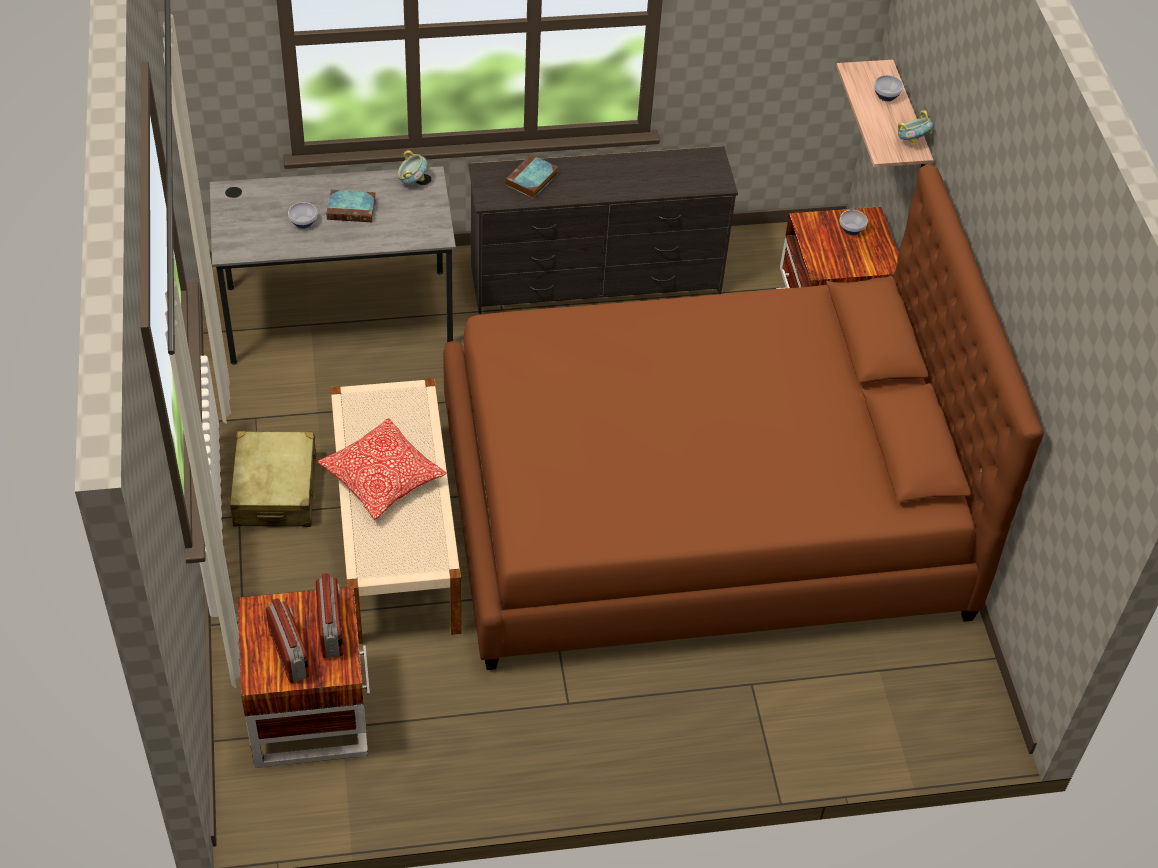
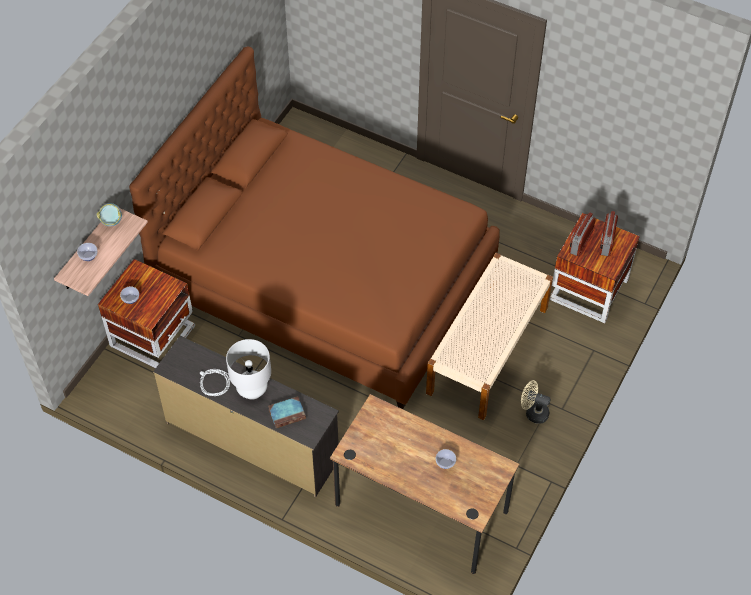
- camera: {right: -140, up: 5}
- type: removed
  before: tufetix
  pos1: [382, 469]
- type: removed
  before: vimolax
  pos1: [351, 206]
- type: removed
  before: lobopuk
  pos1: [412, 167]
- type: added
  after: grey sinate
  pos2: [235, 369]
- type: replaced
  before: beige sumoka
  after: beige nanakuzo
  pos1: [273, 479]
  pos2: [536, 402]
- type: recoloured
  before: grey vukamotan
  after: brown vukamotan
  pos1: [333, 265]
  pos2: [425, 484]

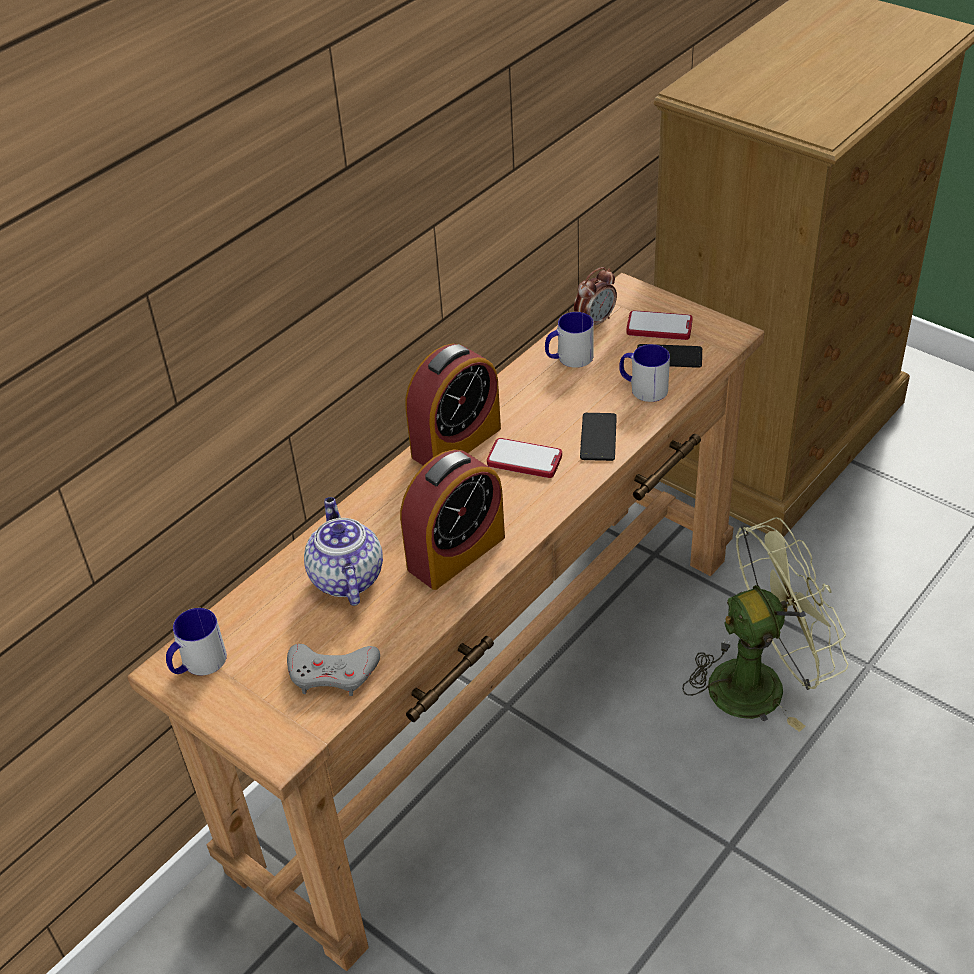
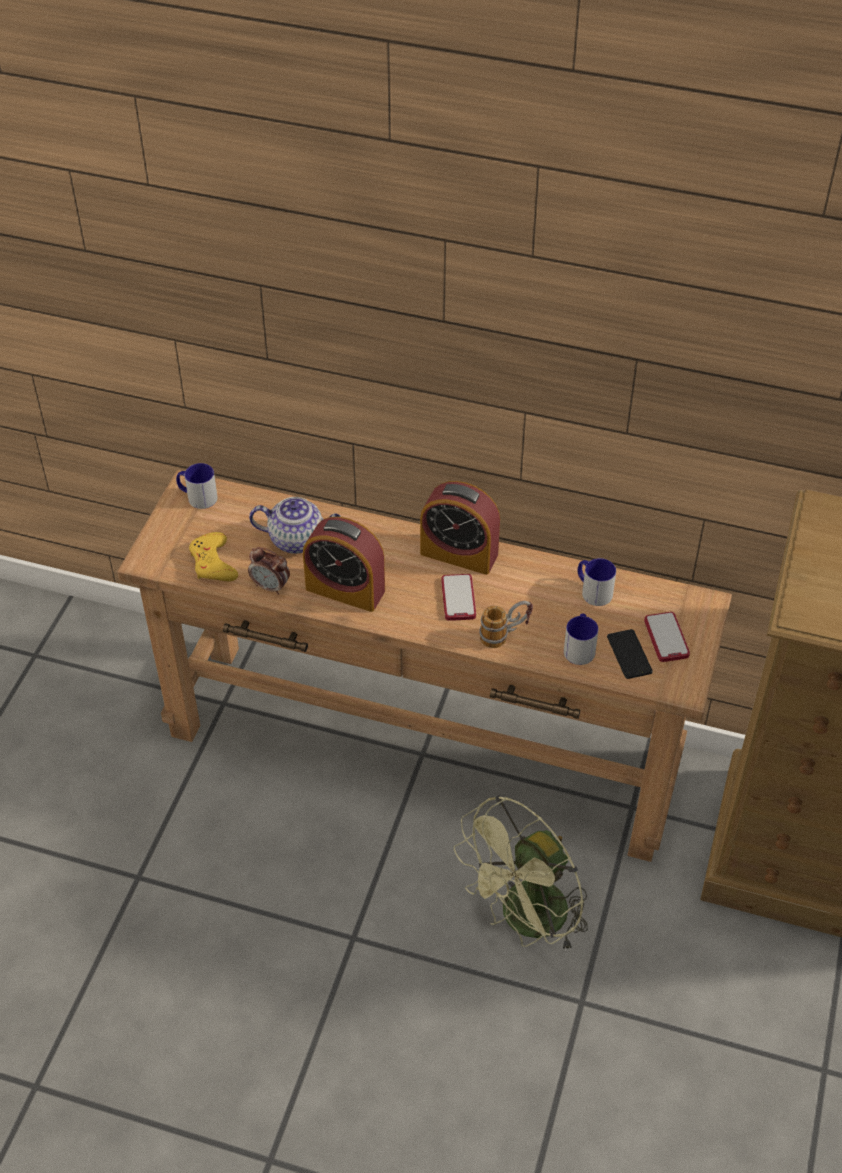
- camera: {right: 65, up: 5}
- type: moved
  before: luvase
  pos1: [595, 296]
  pos2: [269, 571]
- type: replaced
  before: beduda
  after: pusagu
  pos1: [598, 437]
  pos2: [506, 624]
- type: recoloured
  before: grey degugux
  after: yellow degugux
  pos1: [333, 670]
  pos2: [213, 556]
- type: turned
  before: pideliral
  pos1: [343, 551]
  pos2: [295, 525]
  turn: 45
- type: turned
  before: green nanakuzo
  pos1: [765, 624]
  pos2: [521, 874]
  turn: 90

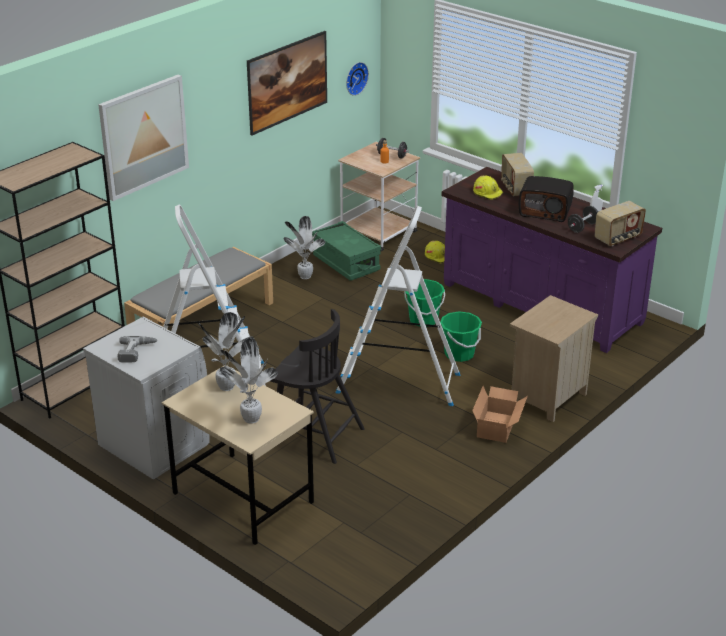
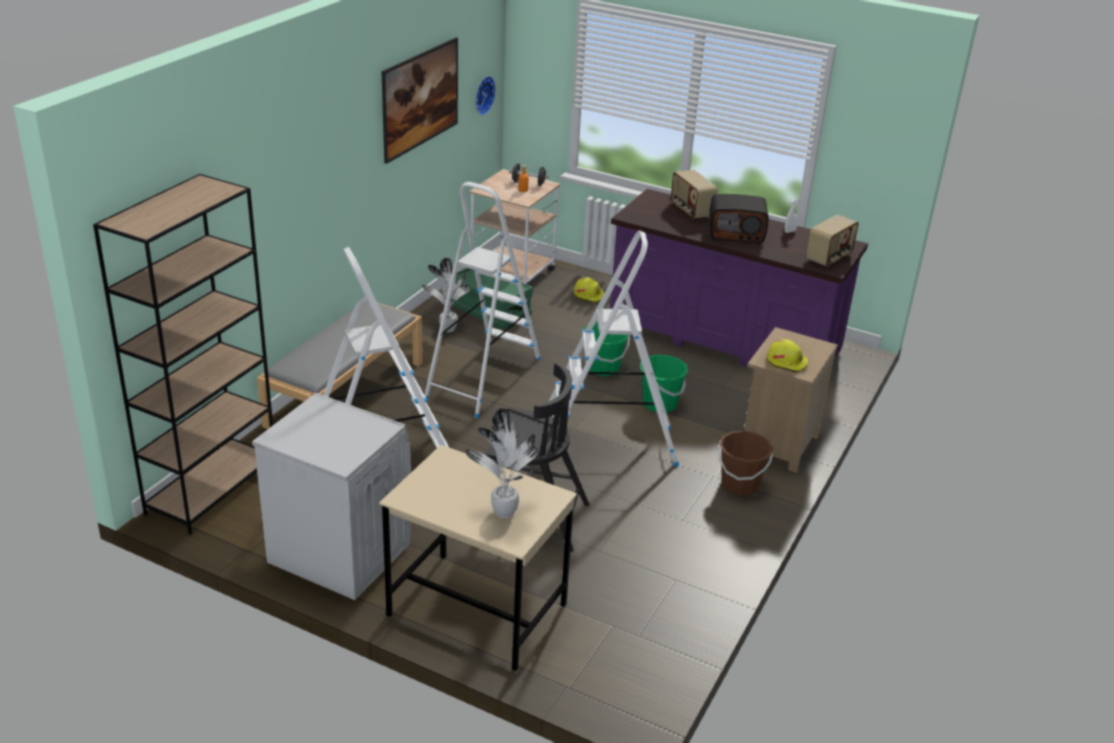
- camera: {right: -15, up: 0}
- type: removed
  before: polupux
  pos1: [143, 138]
- type: removed
  before: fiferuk
  pos1: [137, 349]
- type: removed
  before: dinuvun
  pos1: [226, 351]
- type: removed
  before: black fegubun
  pos1: [583, 219]
- type: added
  after: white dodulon
  pos2: [482, 300]
- type: moved
  before: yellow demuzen
  pos1: [488, 188]
  pos2: [787, 356]
- type: replaced
  before: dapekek
  after: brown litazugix
  pos1: [500, 414]
  pos2: [745, 463]

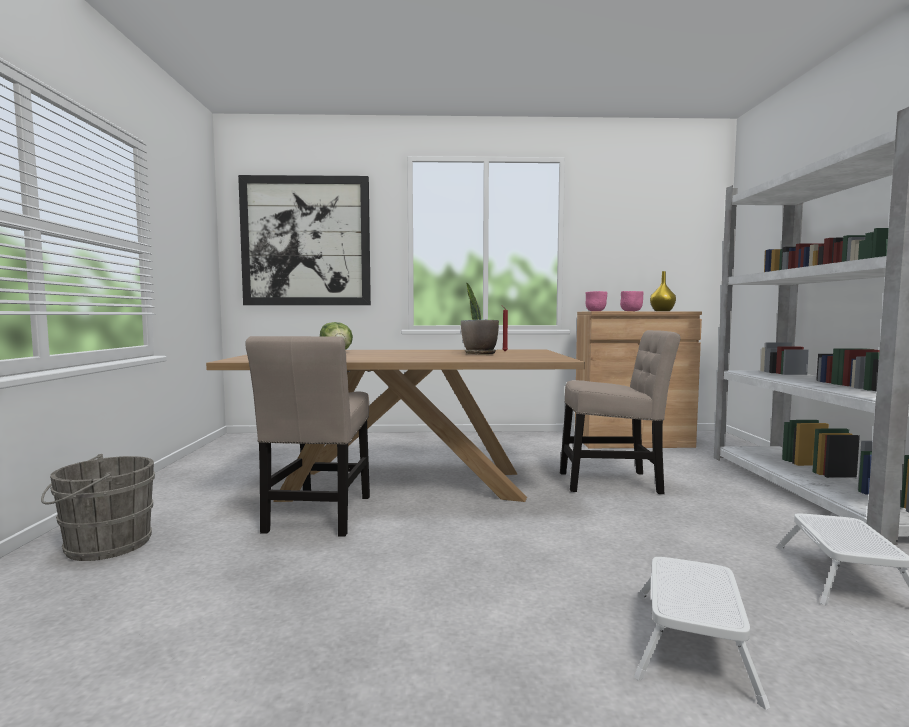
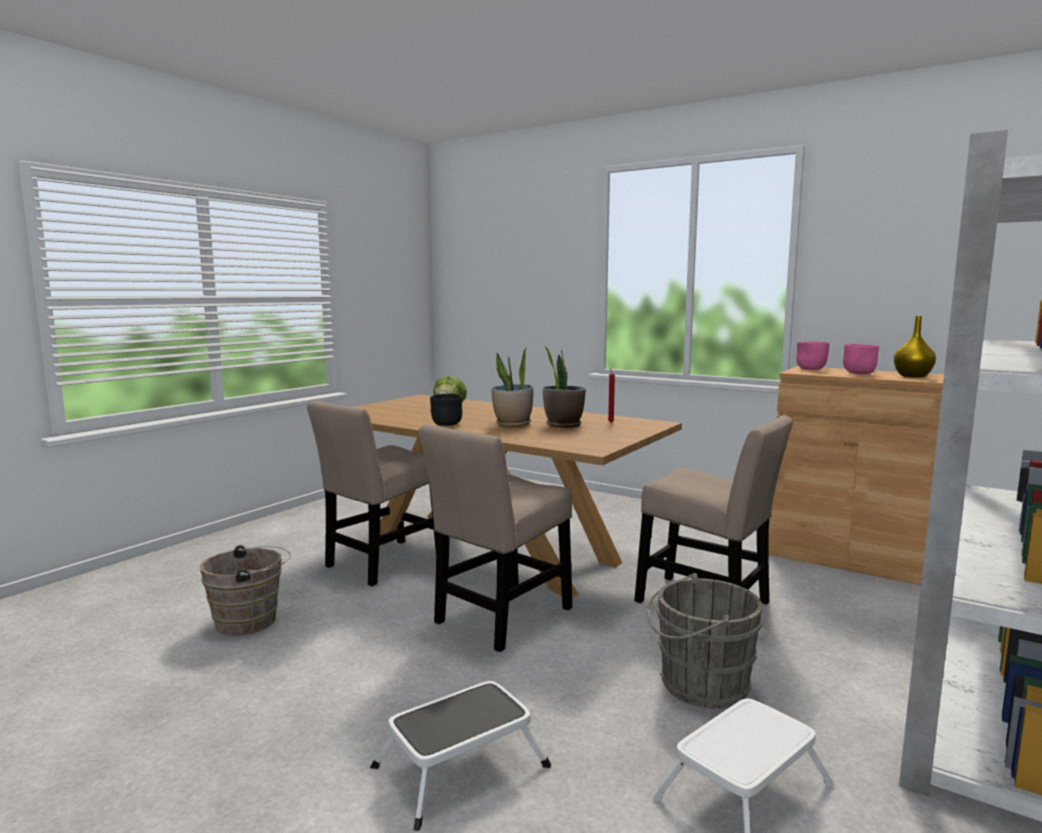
- camera: {right: 35, up: 5}
- type: removed
  before: polupux
  pos1: [304, 240]
- type: added
  after: brown litazugix
  pos2: [245, 590]
- type: added
  after: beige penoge
  pos2: [495, 538]
- type: added
  after: black lobopuk
  pos2: [446, 409]
- type: added
  after: dinuvun
  pos2: [512, 387]
- type: moved
  before: grey litazugix
  pos1: [98, 507]
  pos2: [705, 641]
- type: recoloured
  before: white dodulon
  after: black dodulon
  pos1: [702, 633]
  pos2: [460, 756]

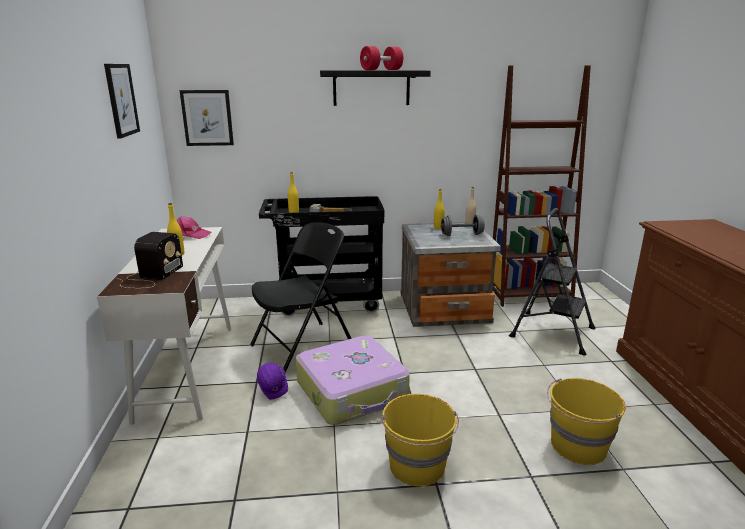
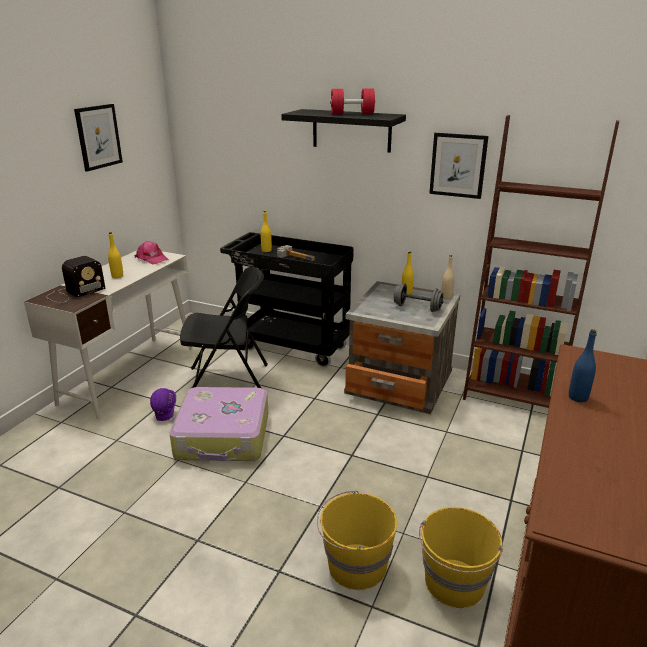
- camera: {right: 30, up: 5}
- type: removed
  before: black dodulon
  pos1: [552, 282]
- type: added
  after: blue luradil
  pos2: [583, 365]
- type: moved
  before: polupux
  pos1: [207, 118]
  pos2: [459, 166]
- type: moved
  before: yellow litazugix
  pos1: [420, 440]
  pos2: [461, 557]

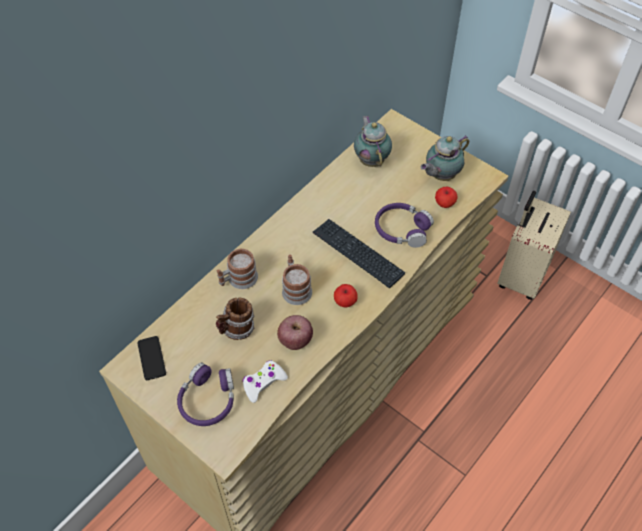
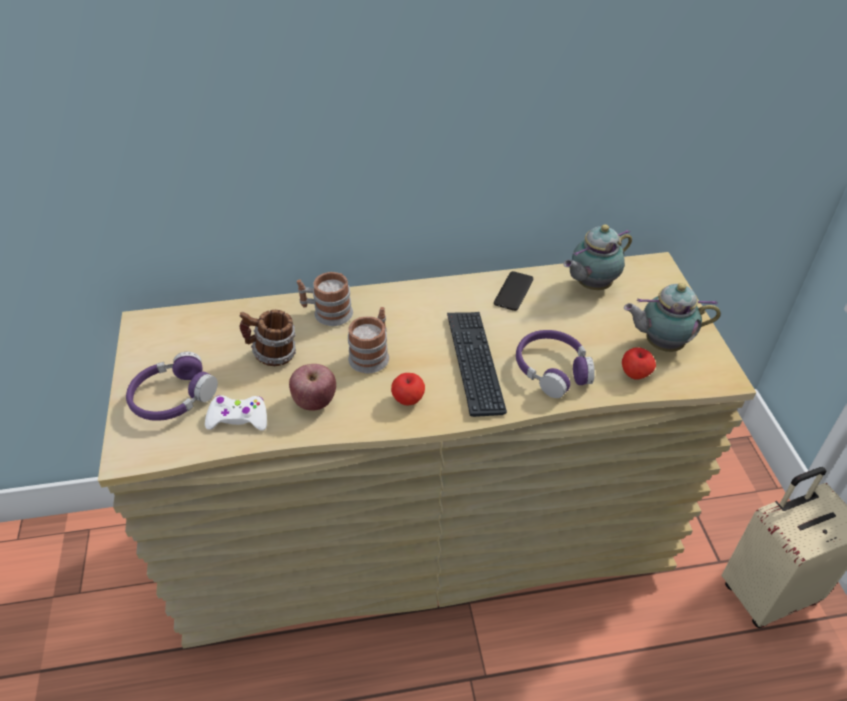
- camera: {right: 40, up: -10}
- type: moved
  before: beduda
  pos1: [152, 358]
  pos2: [513, 291]
- type: turned
  before: pideliral
  pos1: [373, 141]
  pos2: [597, 257]
  turn: -150

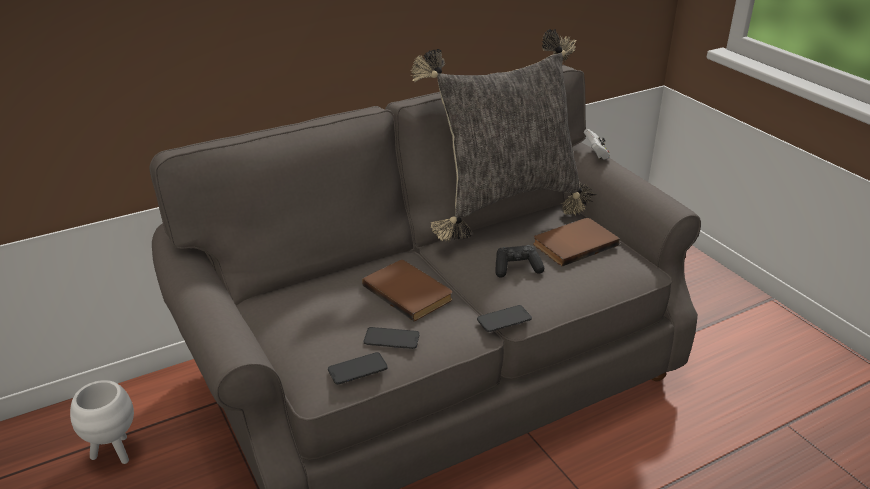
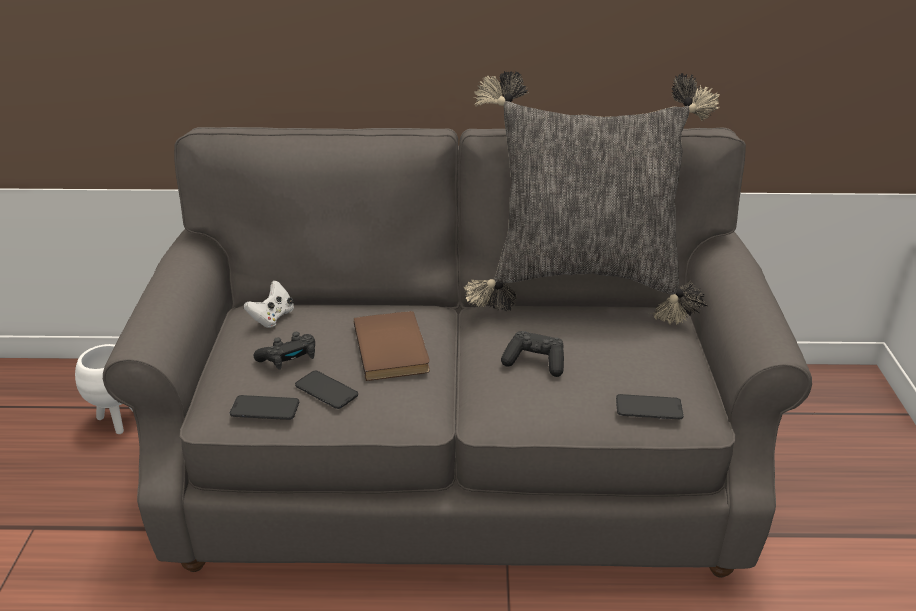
- camera: {right: 30, up: 0}
- type: removed
  before: brown vimolax
  pos1: [576, 242]
- type: added
  after: black degugux
  pos2: [284, 351]
- type: moved
  before: beduda
  pos1: [504, 318]
  pos2: [650, 406]
- type: moved
  before: white degugux
  pos1: [597, 144]
  pos2: [269, 304]

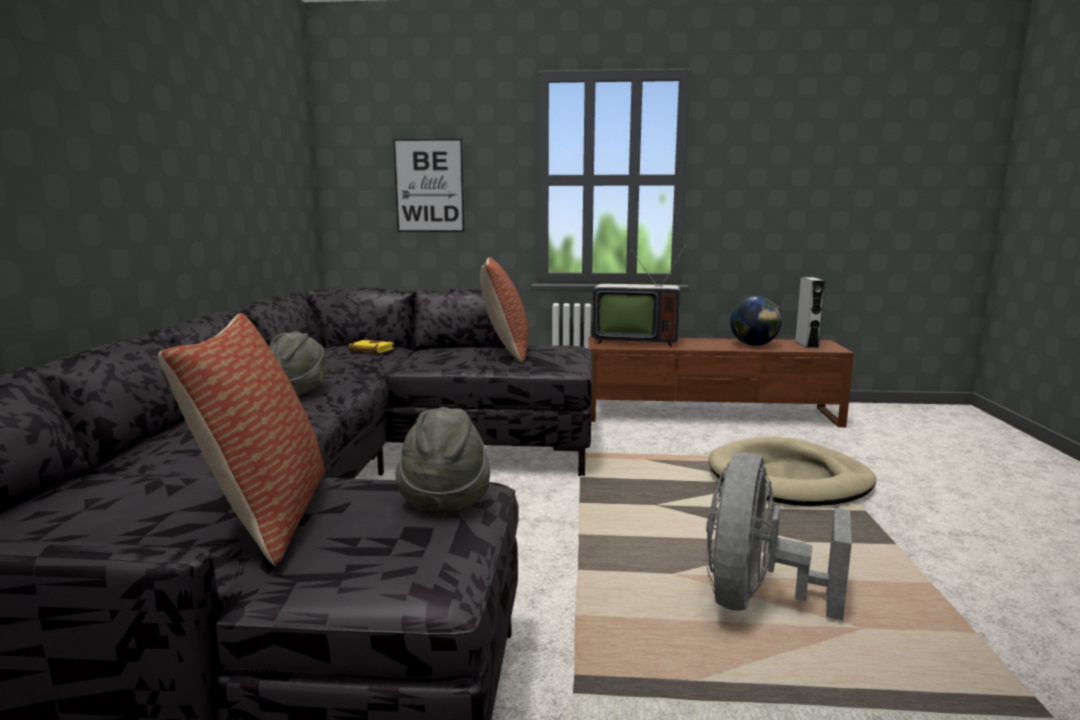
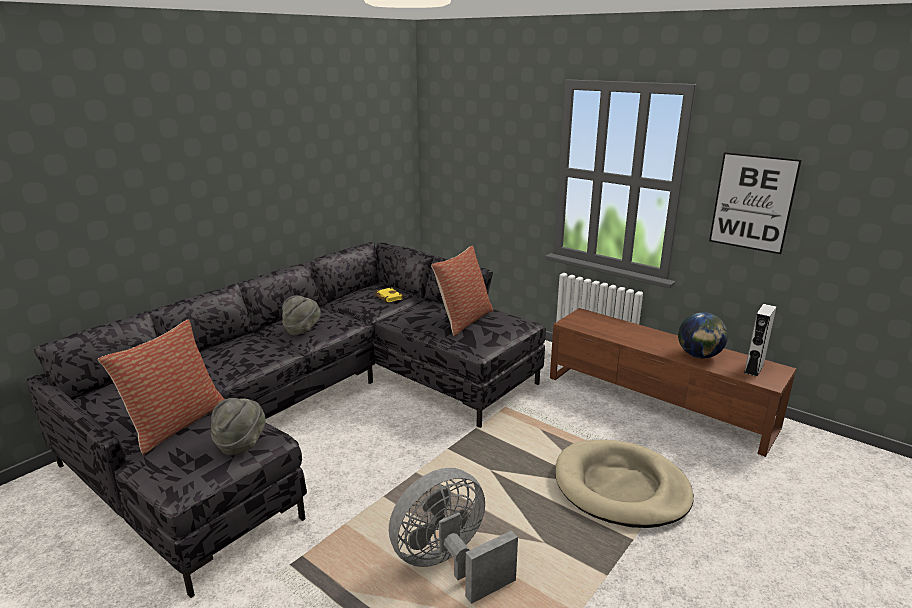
- camera: {right: 35, up: 10}
- type: removed
  before: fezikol
  pos1: [639, 296]
- type: moved
  before: polupux
  pos1: [429, 185]
  pos2: [755, 203]

